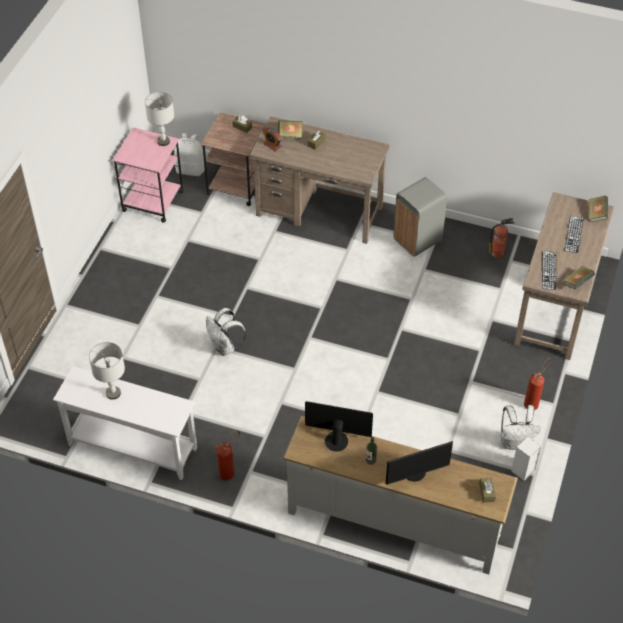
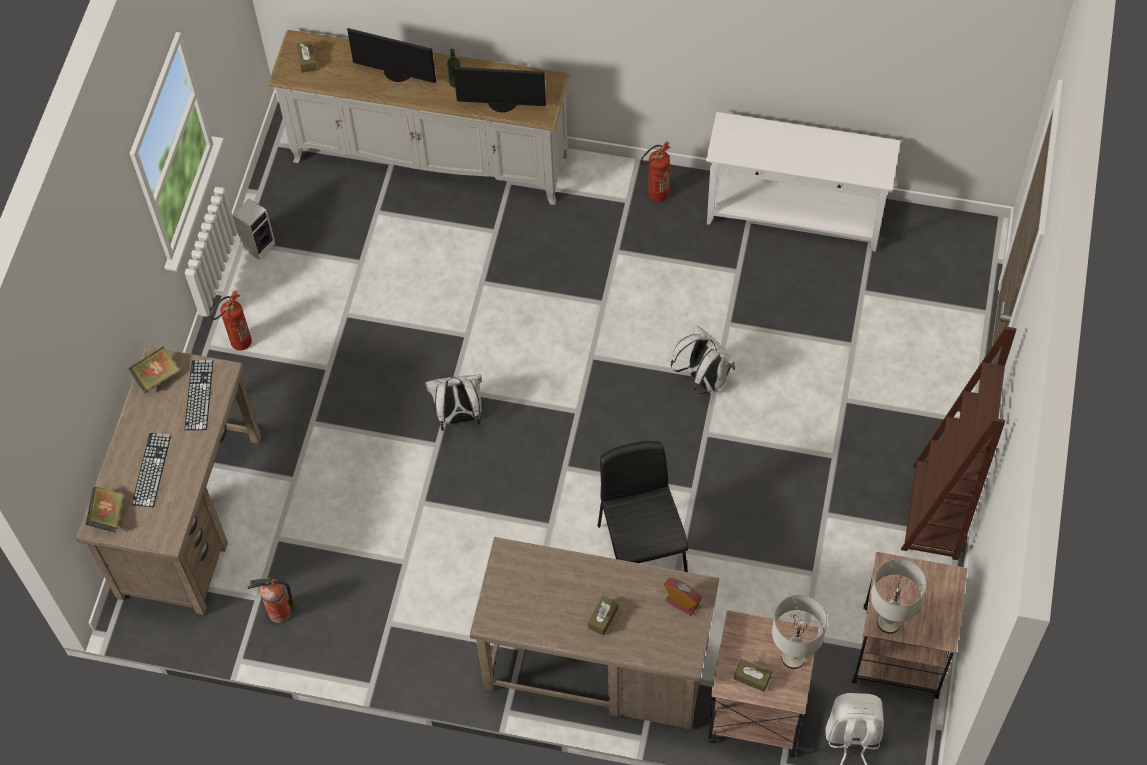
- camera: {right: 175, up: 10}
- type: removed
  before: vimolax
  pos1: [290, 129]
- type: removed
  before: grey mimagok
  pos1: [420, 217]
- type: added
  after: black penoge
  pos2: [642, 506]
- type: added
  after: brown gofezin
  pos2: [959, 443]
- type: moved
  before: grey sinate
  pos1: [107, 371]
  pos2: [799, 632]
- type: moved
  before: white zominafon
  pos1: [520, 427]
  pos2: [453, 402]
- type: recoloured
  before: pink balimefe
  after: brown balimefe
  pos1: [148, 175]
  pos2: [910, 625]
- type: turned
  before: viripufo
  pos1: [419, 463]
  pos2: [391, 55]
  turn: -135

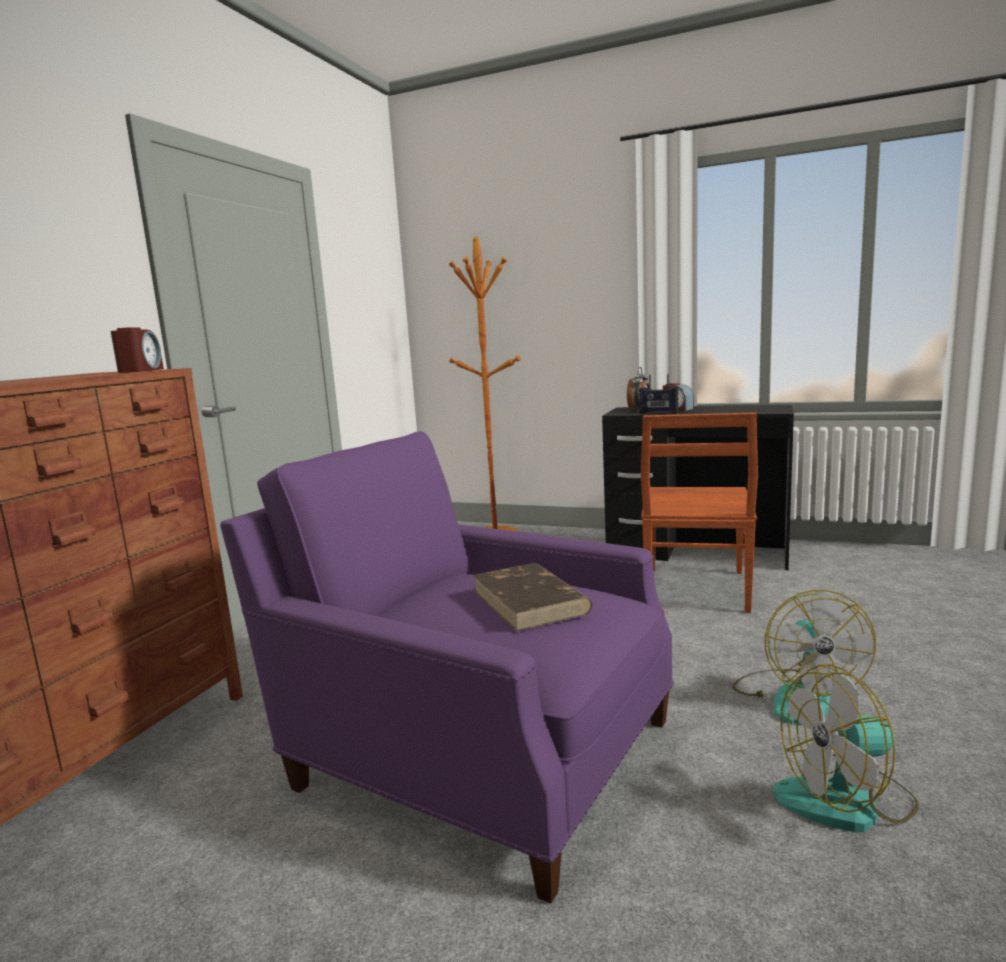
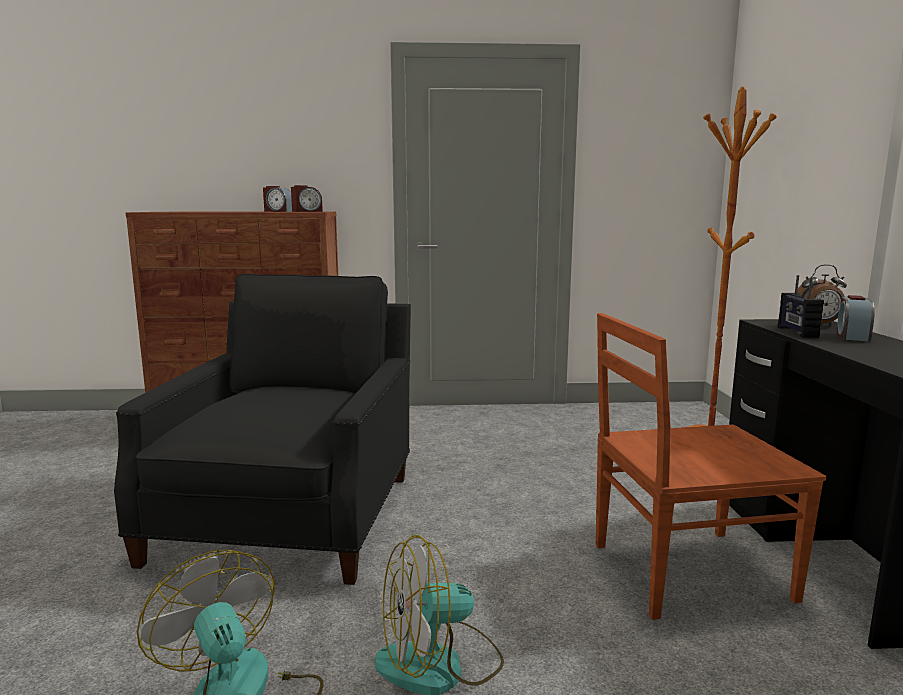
- camera: {right: 65, up: 0}
- type: removed
  before: brown vimolax
  pos1: [532, 597]
- type: added
  after: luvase
  pos2: [277, 199]
- type: recoloured
  before: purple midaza
  after: black midaza
  pos1: [447, 667]
  pos2: [262, 429]

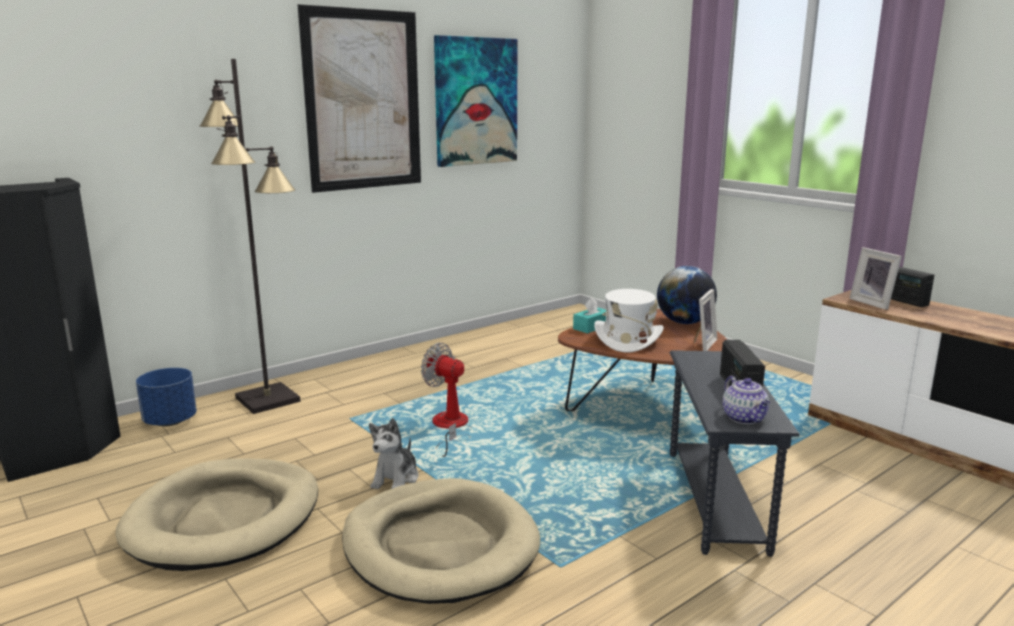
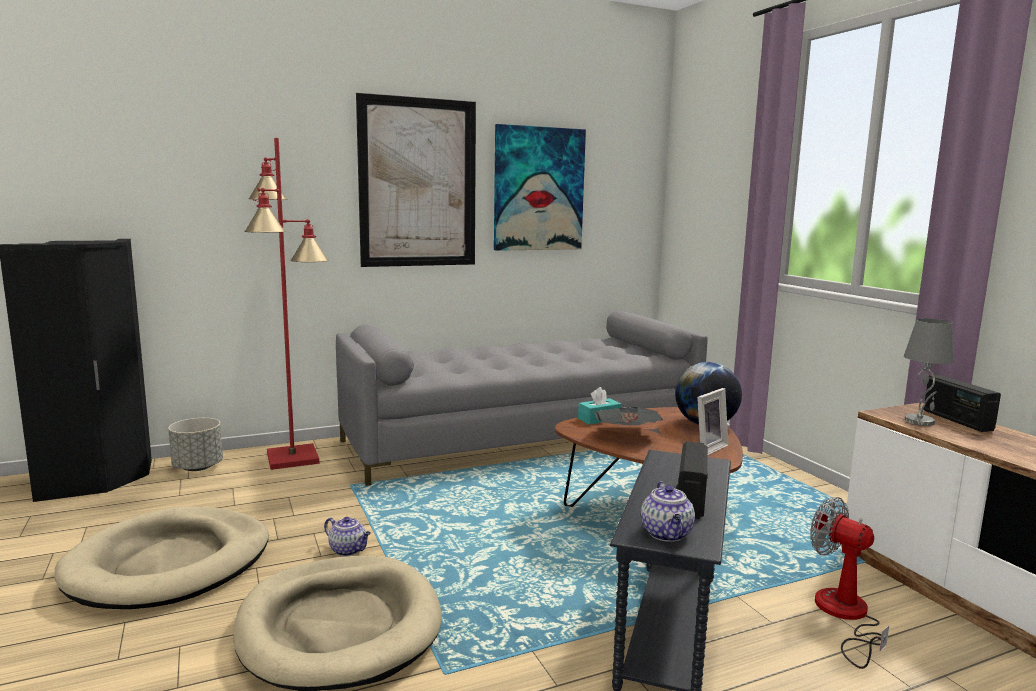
- camera: {right: 15, up: -5}
- type: added
  after: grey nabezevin
  pos2: [522, 398]
- type: moved
  before: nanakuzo
  pos1: [446, 400]
  pos2: [849, 583]
- type: replaced
  before: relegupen
  after: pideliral
  pos1: [394, 453]
  pos2: [347, 536]
- type: replaced
  before: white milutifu
  after: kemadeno
  pos1: [629, 321]
  pos2: [628, 416]
- type: replaced
  before: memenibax
  after: grey sinate
  pos1: [875, 278]
  pos2: [929, 372]
- type: recoloured
  before: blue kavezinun
  after: grey kavezinun
  pos1: [166, 397]
  pos2: [195, 444]
- type: recoloured
  before: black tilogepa
  after: red tilogepa
  pos1: [250, 236]
  pos2: [286, 304]

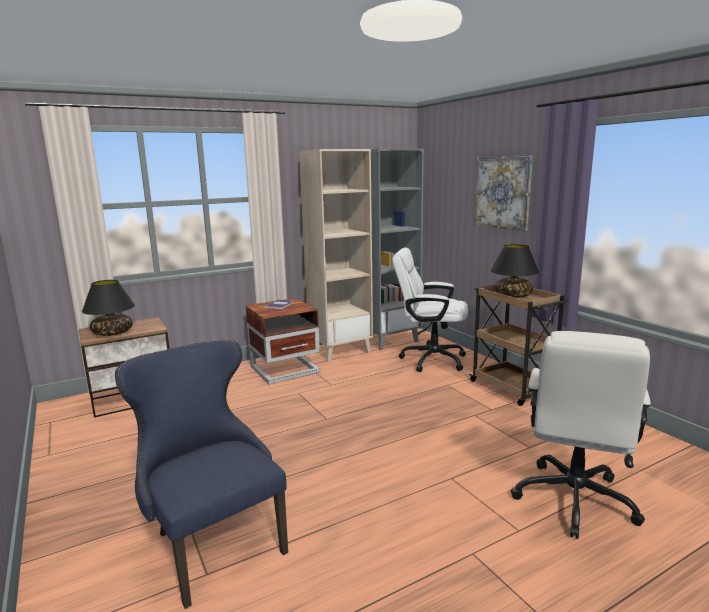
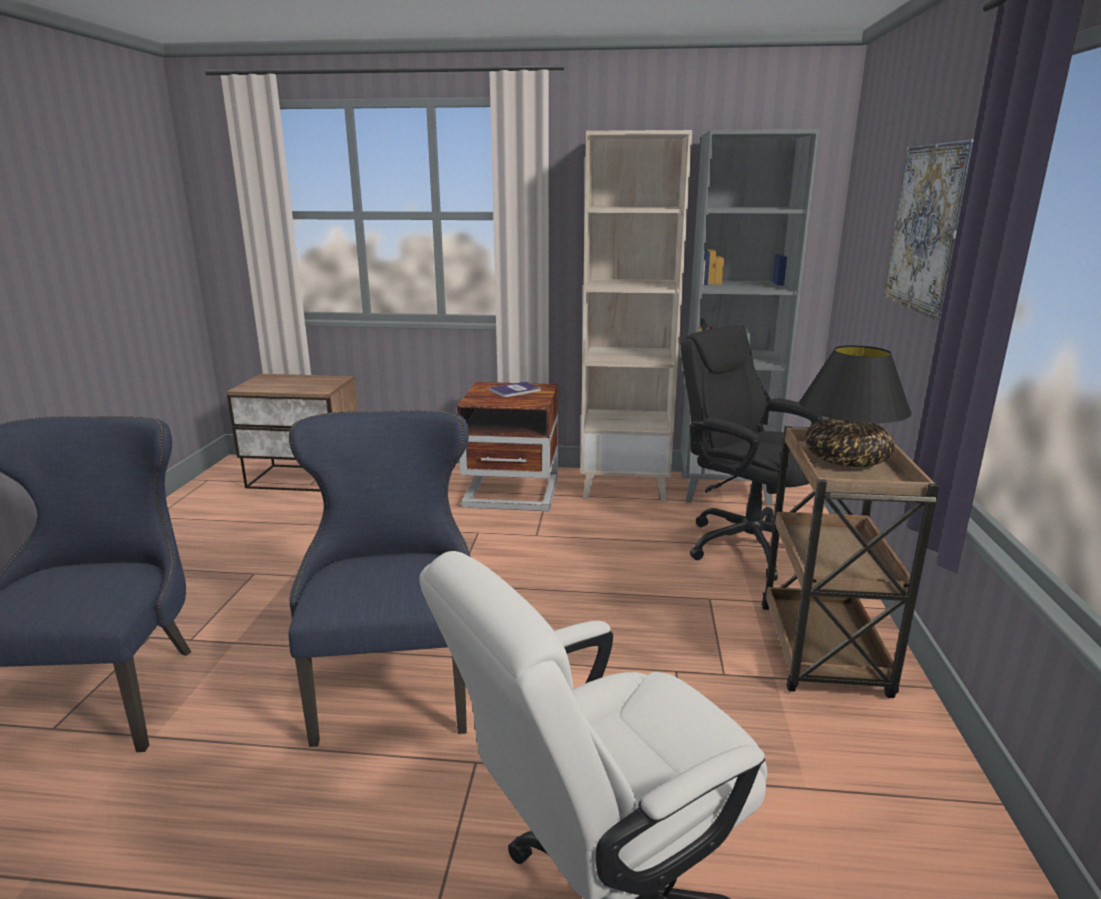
- camera: {right: 35, up: 5}
- type: removed
  before: black sinate
  pos1: [108, 308]
- type: added
  after: blue penoge
  pos2: [380, 578]
- type: recoloured
  before: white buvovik
  after: black buvovik
  pos1: [430, 310]
  pos2: [752, 453]

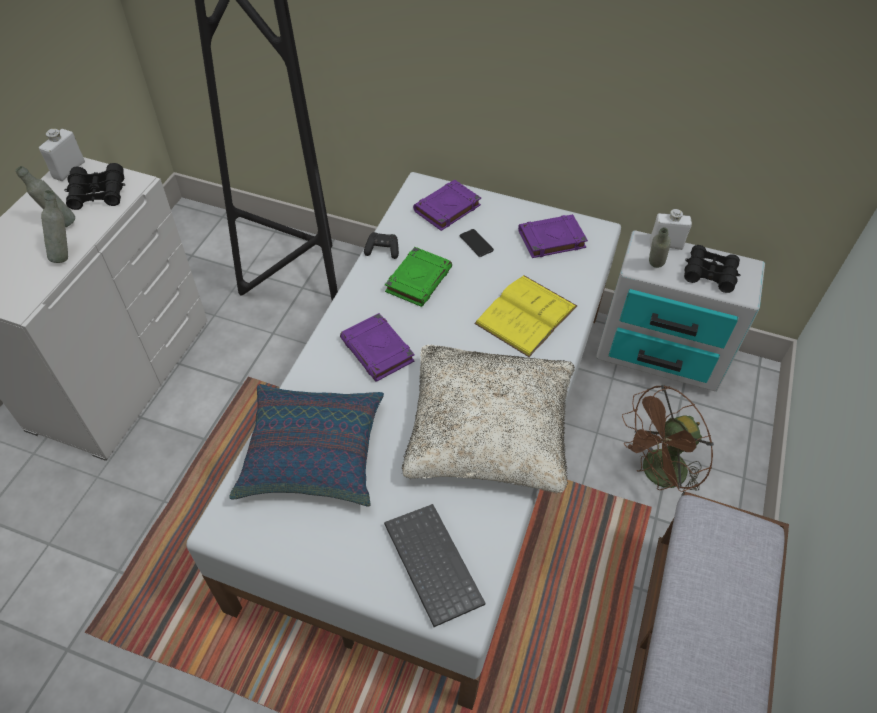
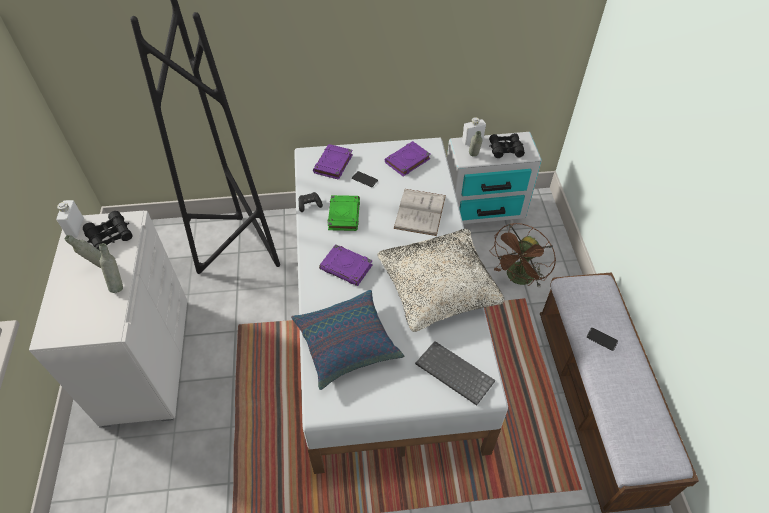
- camera: {right: -25, up: 0}
- type: added
  after: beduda
  pos2: [602, 339]
- type: recoloured
  before: yellow vimolax
  after: white vimolax
  pos1: [525, 316]
  pos2: [420, 212]

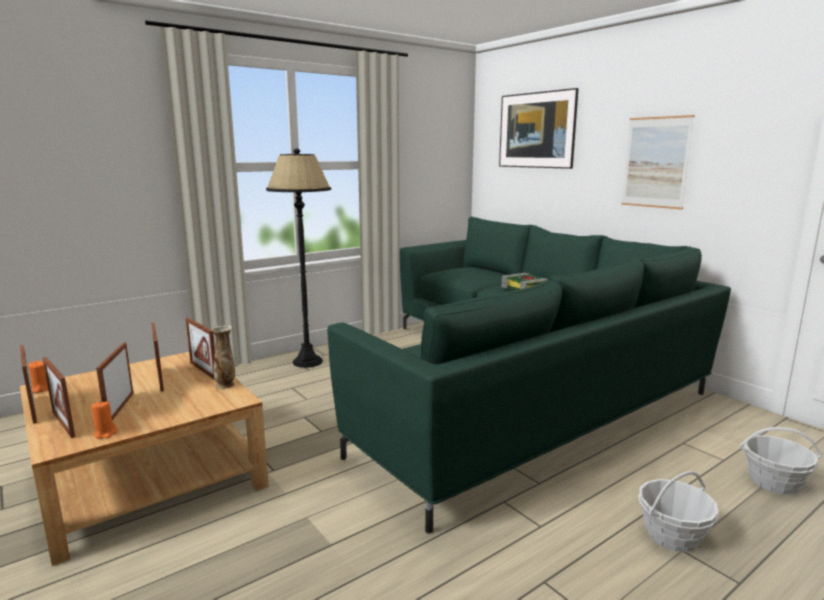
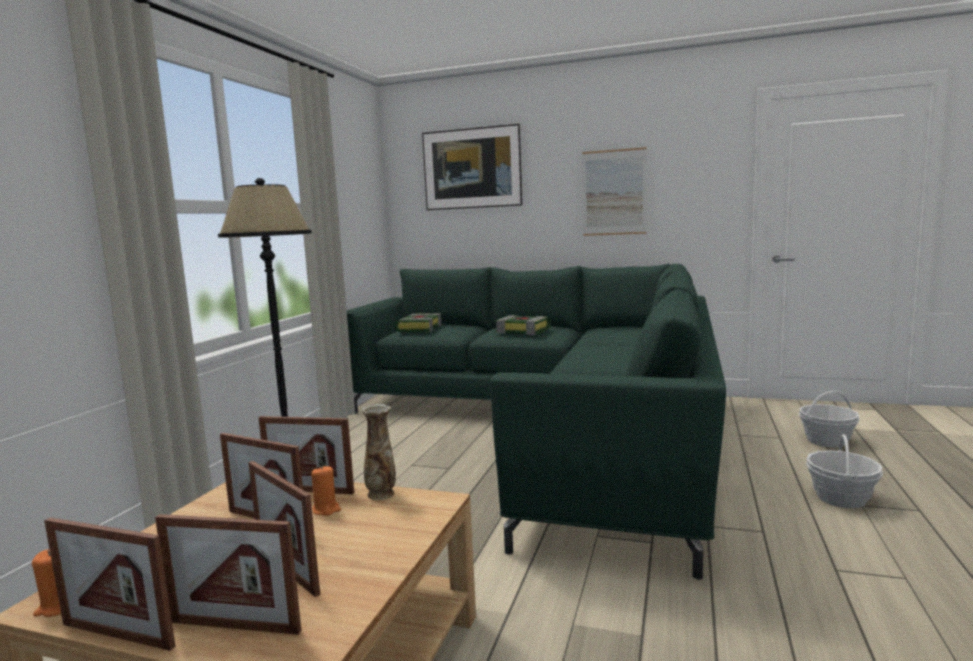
- camera: {right: -35, up: -5}
- type: added
  after: vimolax
  pos2: [418, 322]
- type: moved
  before: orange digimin
  pos1: [104, 420]
  pos2: [326, 491]

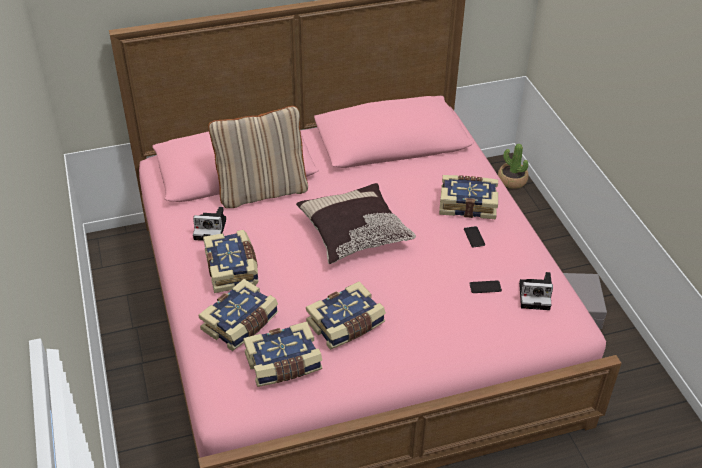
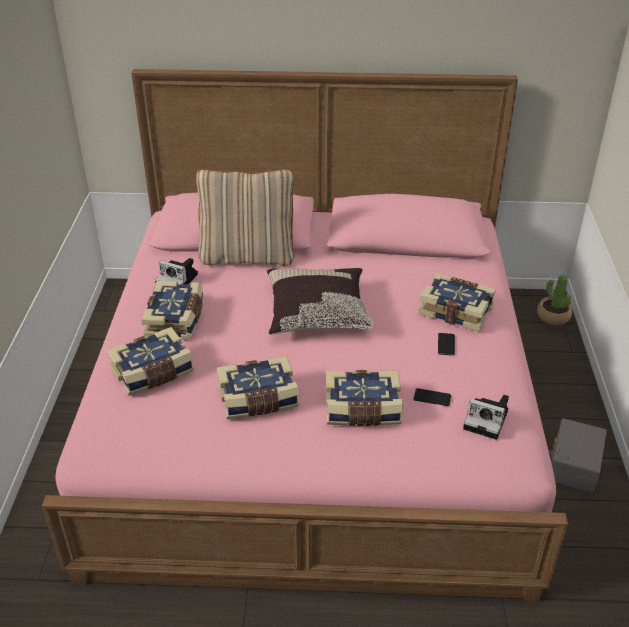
- camera: {right: 20, up: -5}
- type: moved
  before: vimolax
  pos1: [282, 354]
  pos2: [364, 398]

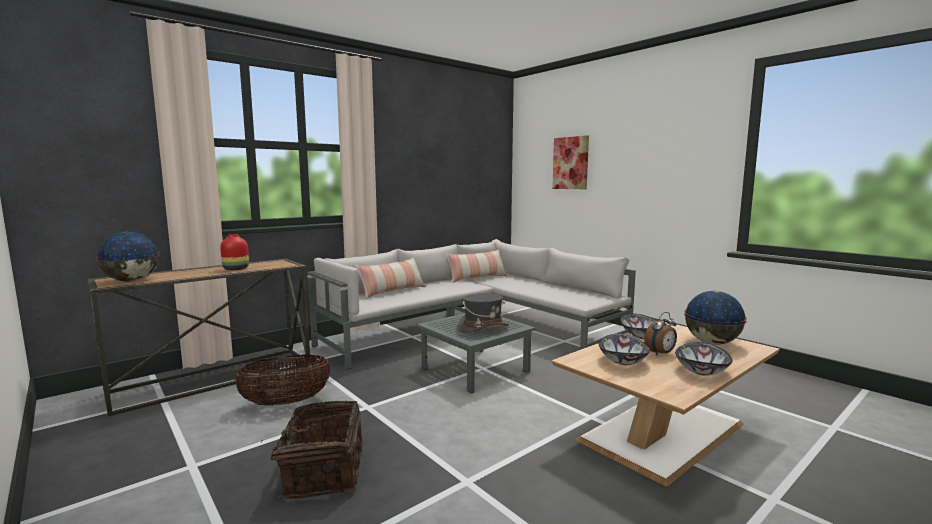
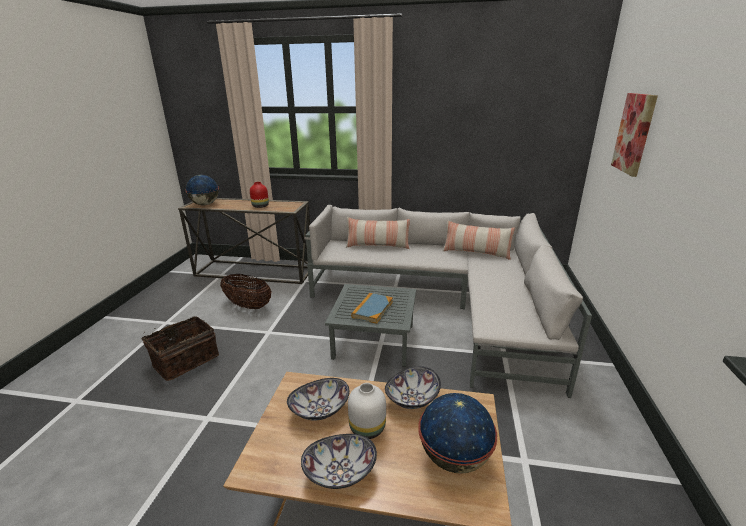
- camera: {right: 50, up: 15}
- type: replaced
  before: grey milutifu
  after: vimolax
  pos1: [483, 313]
  pos2: [372, 308]
- type: replaced
  before: luvase
  after: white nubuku
  pos1: [660, 334]
  pos2: [367, 411]

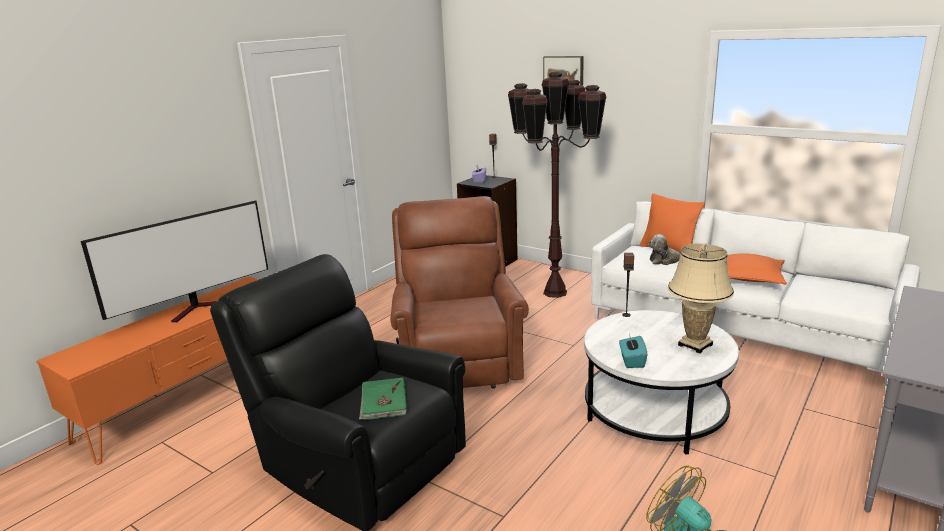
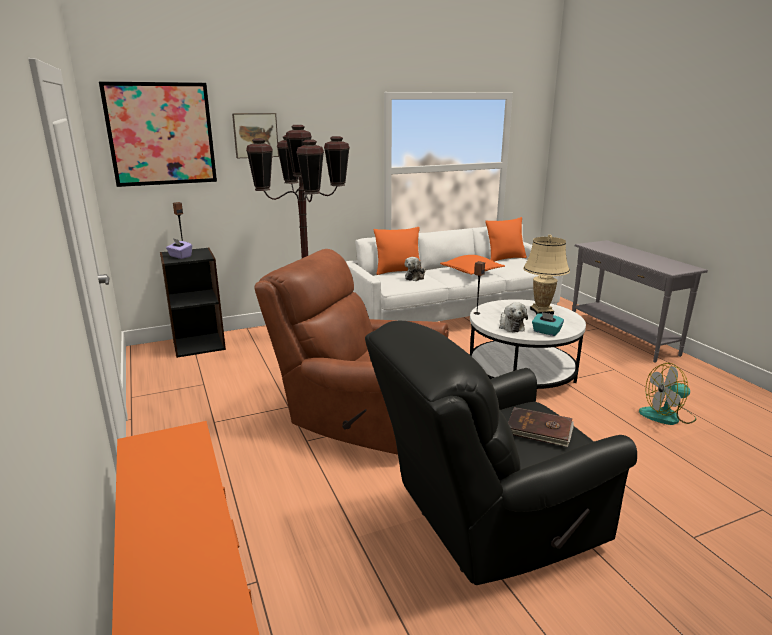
- camera: {right: -60, up: 0}
- type: removed
  before: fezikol
  pos1: [174, 261]
- type: added
  after: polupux
  pos2: [158, 134]
- type: added
  after: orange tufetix
  pos2: [506, 239]
- type: added
  after: relegupen
  pos2: [513, 317]
- type: recoloured
  before: green vimolax
  after: brown vimolax
  pos1: [383, 398]
  pos2: [541, 427]

